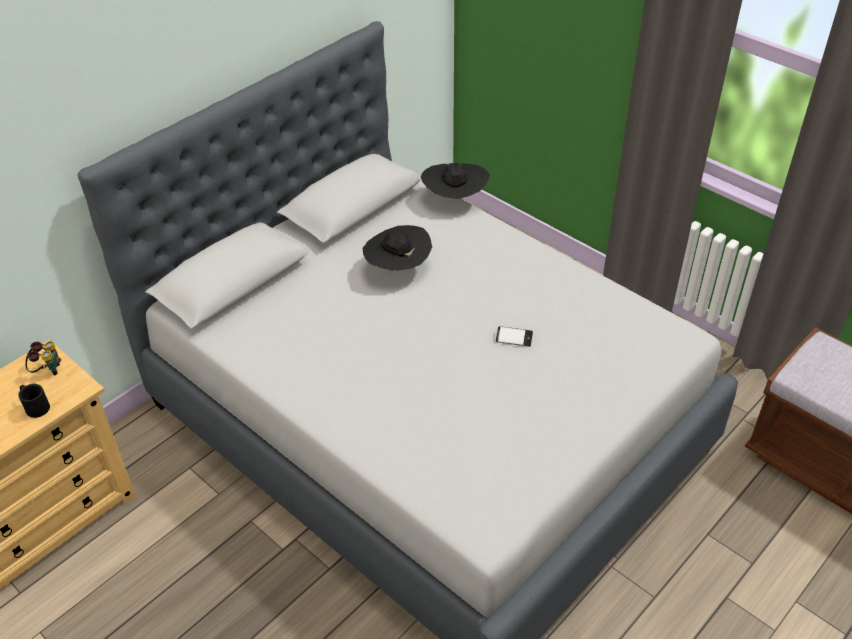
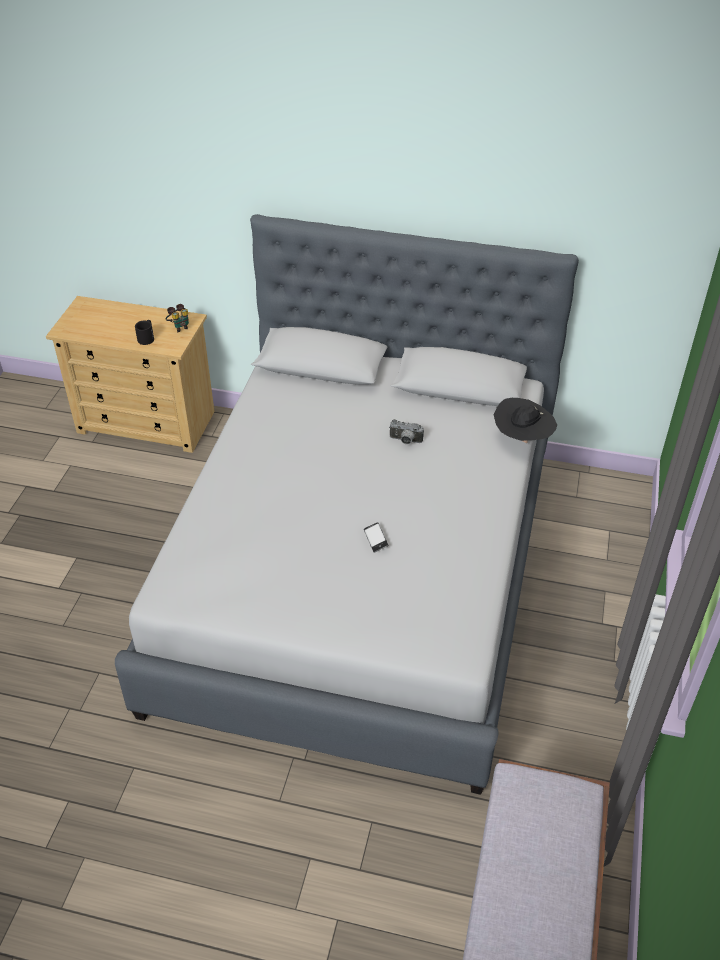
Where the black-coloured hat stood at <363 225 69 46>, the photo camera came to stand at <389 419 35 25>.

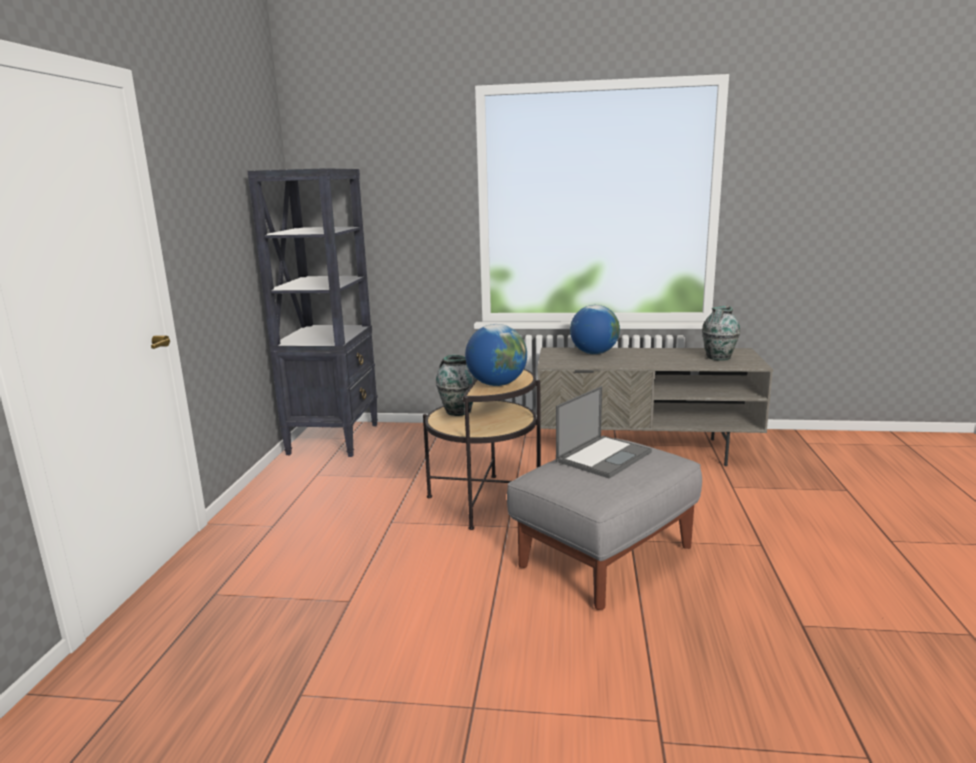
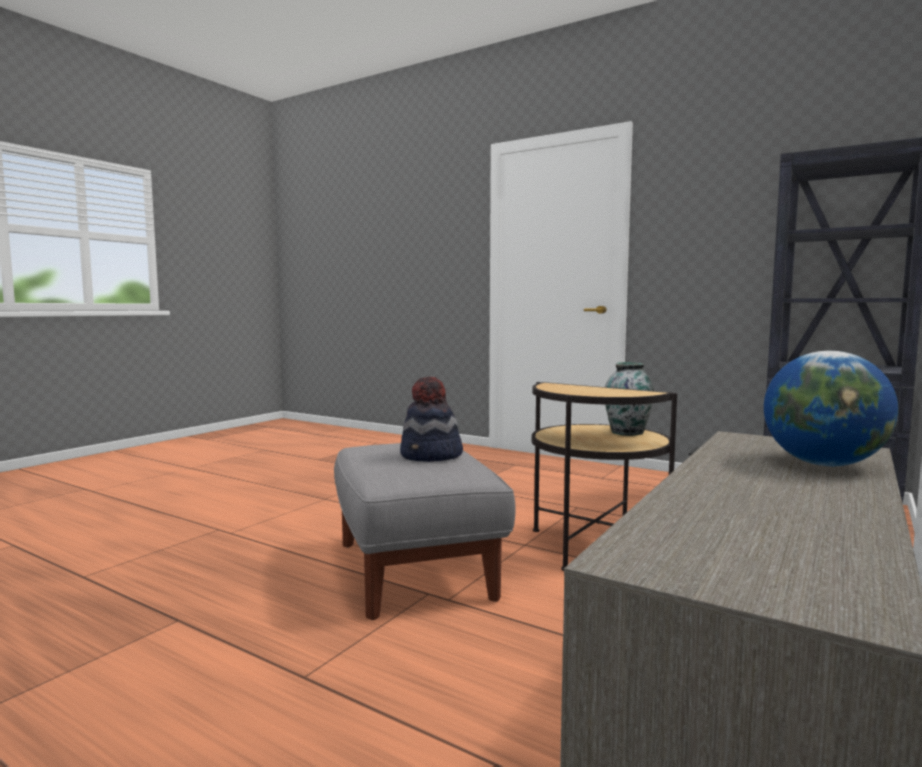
Where the notebook computer stood at <556 386 96 93>, the hat came to stand at <400 377 63 85>. The second view lost the desk globe at <465 324 62 62>. The second view lost the decorative vase at <702 306 38 55>.

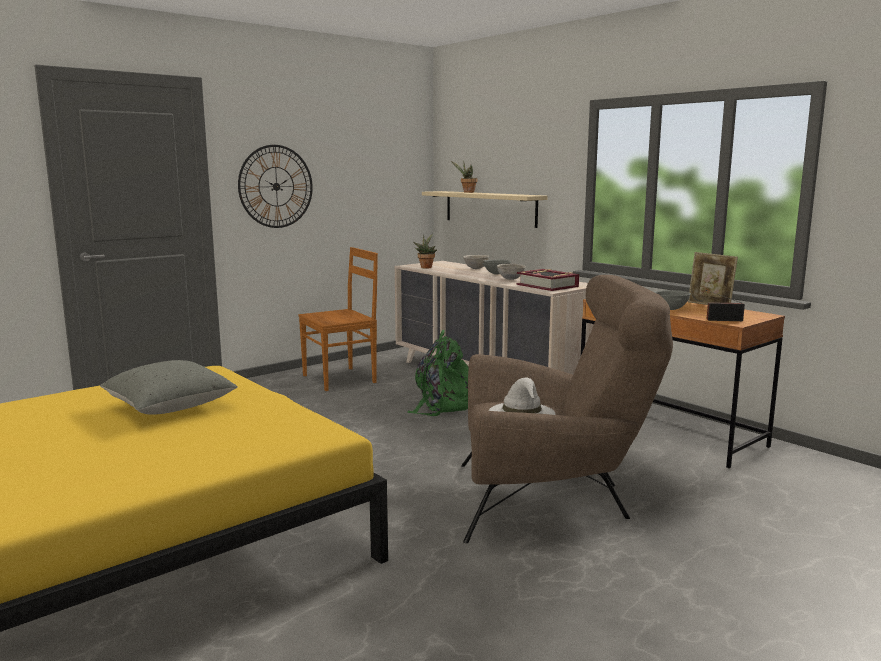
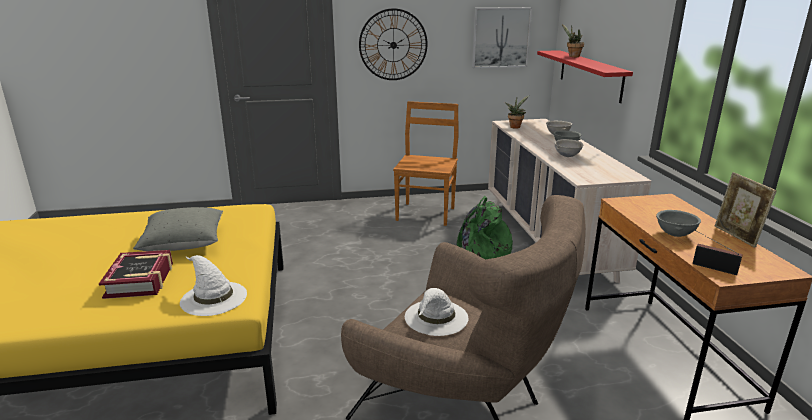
The book ended up elsewhere, having gone from <517 269 62 22> to <99 250 74 49>. The second view gained the whitish hat at <180 255 67 61>. The brown plain chair at <298 247 80 144> ended up facing another way, 75 degrees counterclockwise from before. The second view gained the wall art at <472 7 60 61>. What was the sand-coloured bracket shelf at <422 191 125 37> turned into the reddish bracket shelf at <537 50 96 53>.

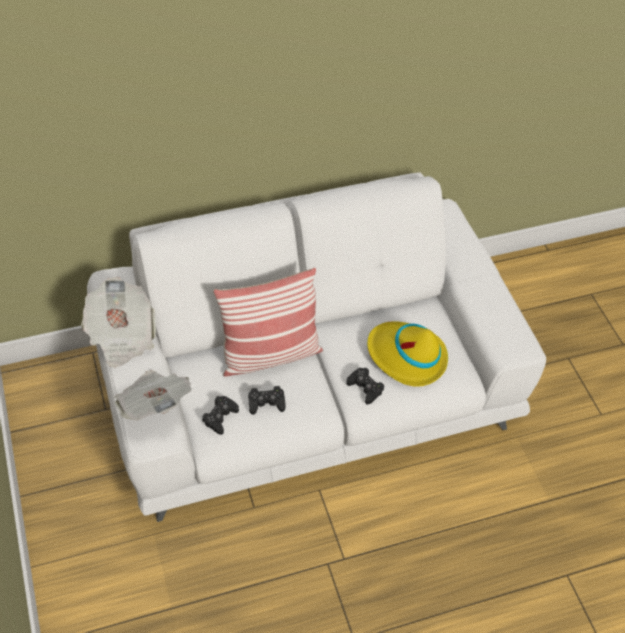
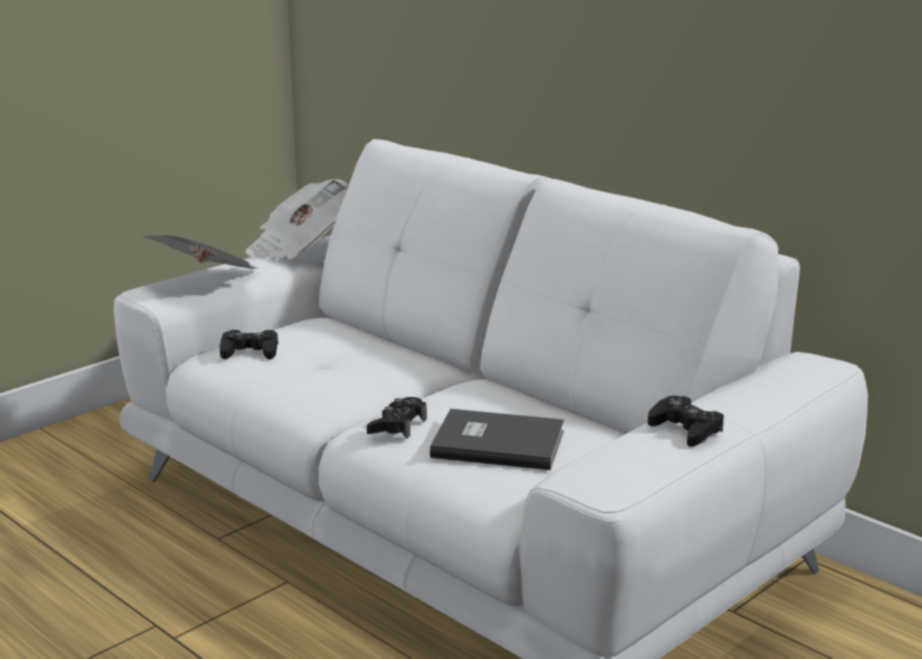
Where the yellowish hat stood at <367 321 81 66>, the gray book came to stand at <430 409 134 61>. The black-coloured gamepad ended up elsewhere, having gone from <248 386 38 29> to <648 396 76 51>. The second view lost the pillow at <213 268 110 109>.

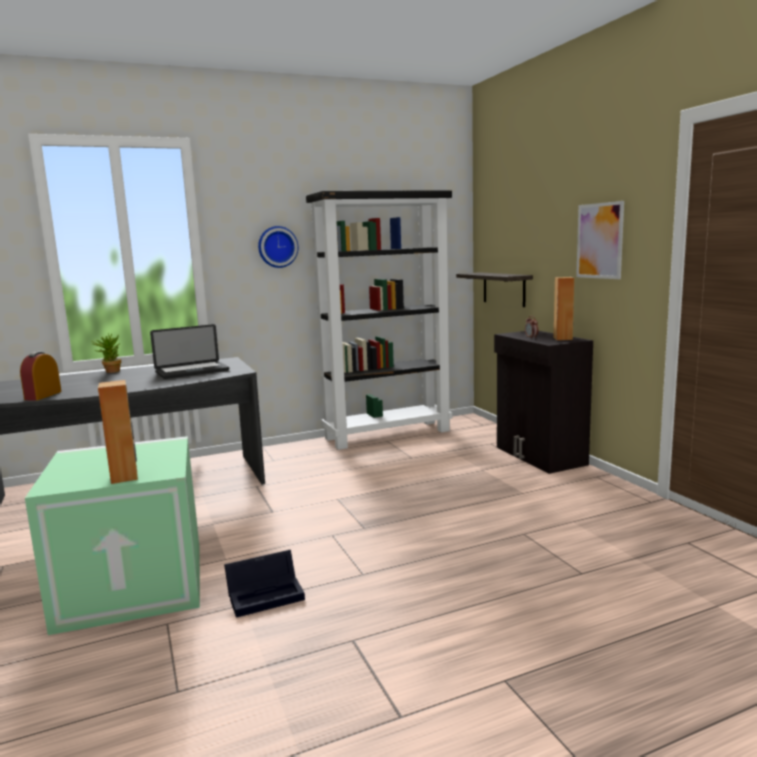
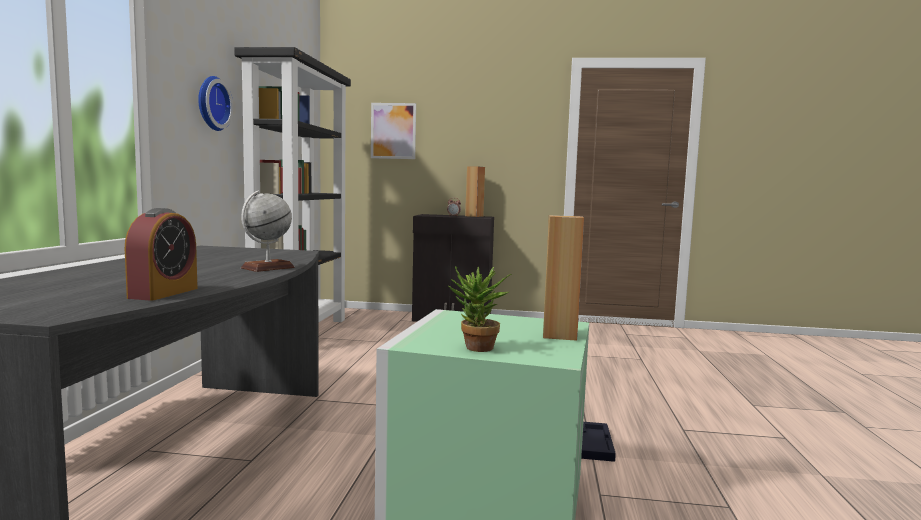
The bedside clock at <20 352 42 48> ended up facing another way, 120 degrees counterclockwise from before. The second view gained the desk globe at <241 191 54 81>. The wall art ended up elsewhere, having gone from <576 201 48 78> to <371 103 45 56>. The plant in a pot ended up elsewhere, having gone from <91 333 30 40> to <448 266 63 86>. The second view lost the notebook computer at <150 324 79 55>. The second view lost the bracket shelf at <456 272 77 35>.

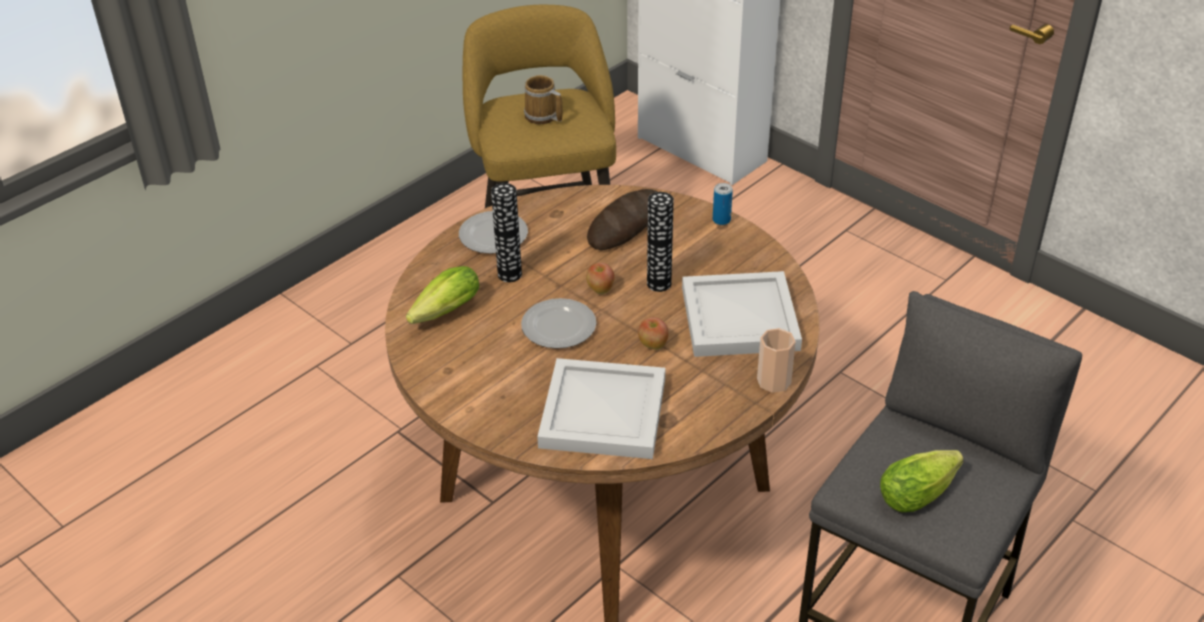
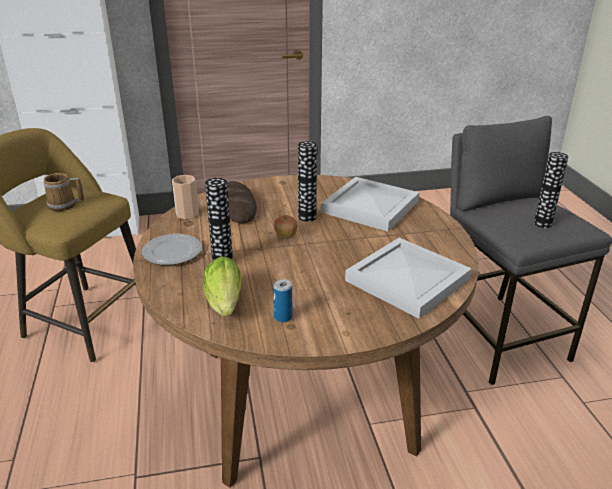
The cup ended up elsewhere, having gone from <757 328 39 65> to <172 175 27 44>. The can ended up elsewhere, having gone from <713 183 20 42> to <273 279 20 43>. Where the lettuce head stood at <880 450 83 62>, the decorative vase came to stand at <534 152 34 76>. The second view lost the flat dish at <521 298 75 51>. The second view lost the apple at <638 317 31 33>.

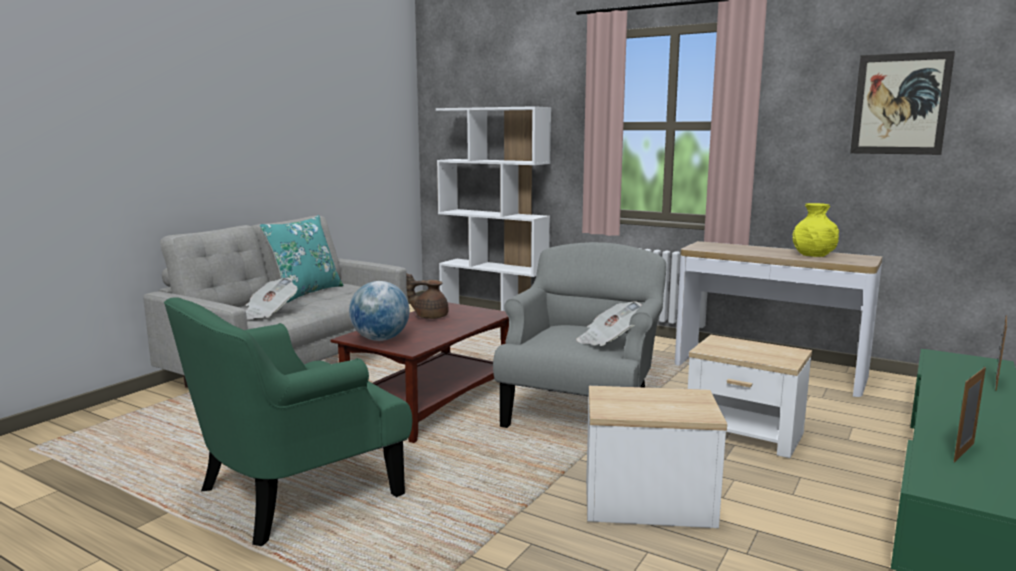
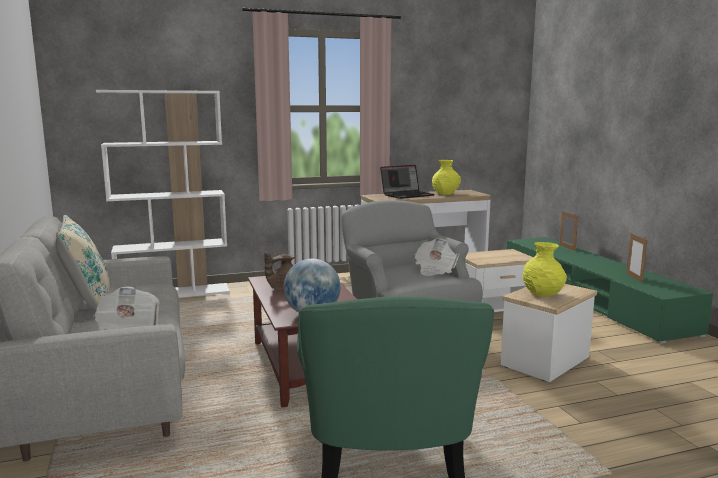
What was the turquoise-coloured pillow at <259 215 84 88> turned into the sand-coloured pillow at <56 215 54 95>. The second view gained the notebook computer at <380 165 55 34>. The second view gained the yellowish decorative vase at <523 242 44 55>. The second view lost the wall art at <850 51 105 104>.

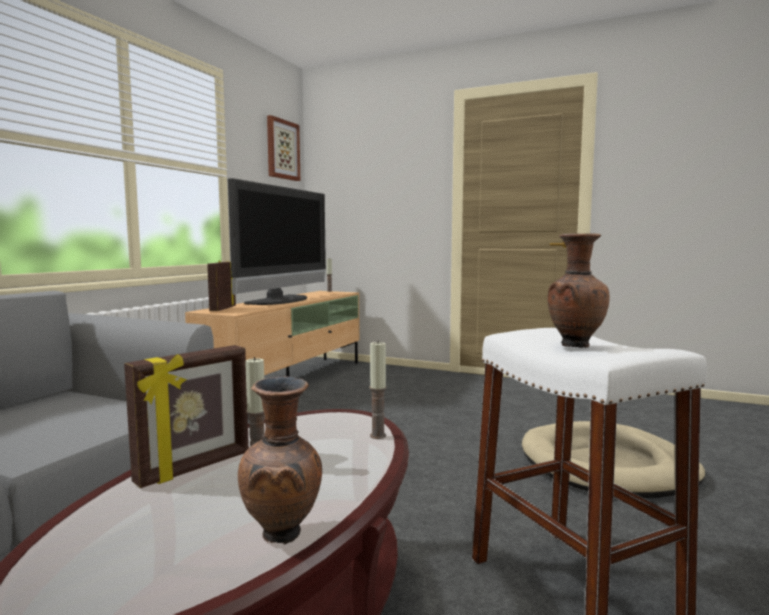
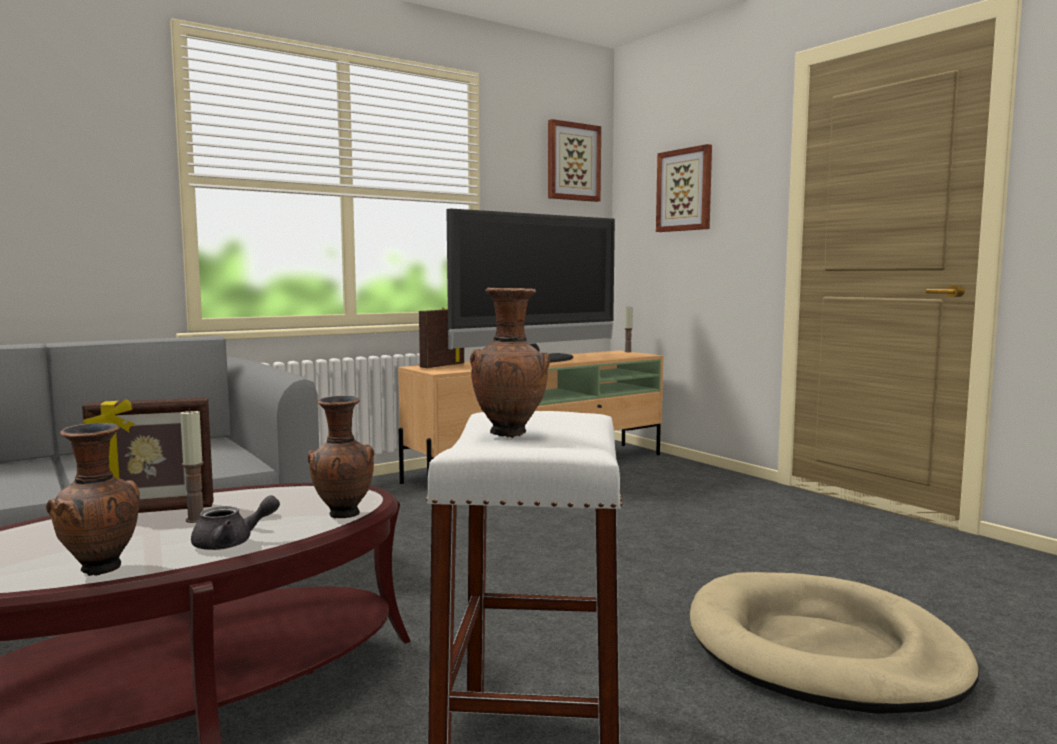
The second view gained the gray tea pot at <191 495 89 55>. Where the wax candle stood at <370 340 17 99>, the brown decorative vase came to stand at <308 396 66 122>. The second view gained the wall art at <656 144 56 88>.

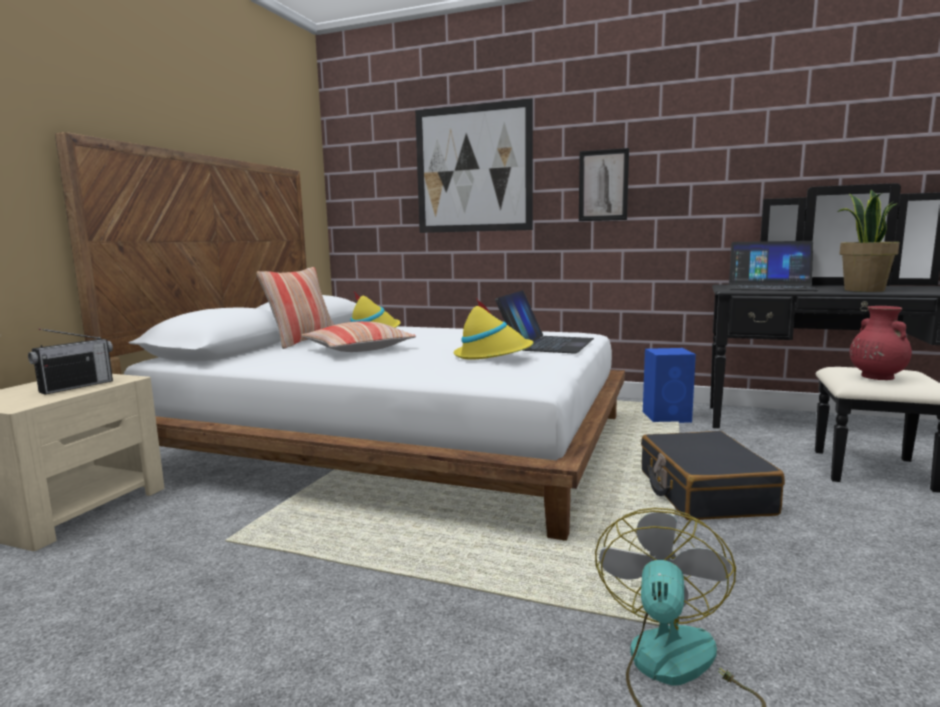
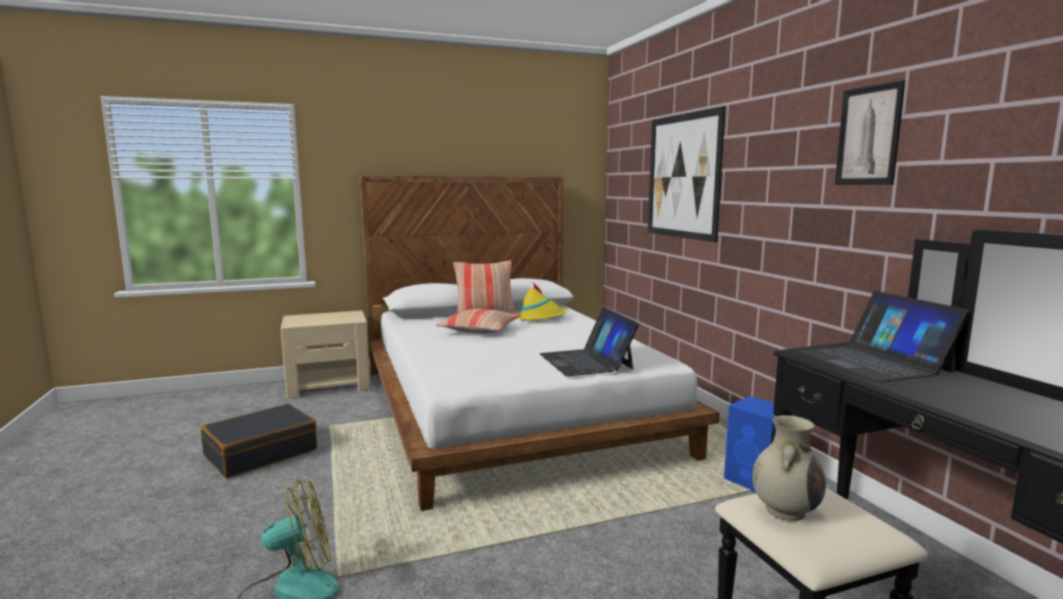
The black-coloured travel case ended up elsewhere, having gone from <641 431 144 89> to <201 404 116 74>. The notebook computer at <495 290 99 64> ended up facing another way, 90 degrees clockwise from before. What was the reddish decorative vase at <850 306 62 74> turned into the sand-coloured decorative vase at <752 415 74 106>. The wall art ended up elsewhere, having gone from <579 148 50 73> to <835 80 70 105>. The second view lost the radio set at <28 329 85 65>. The second view lost the yellowish hat at <454 298 79 62>. The second view lost the plant in a pot at <837 190 63 102>.

